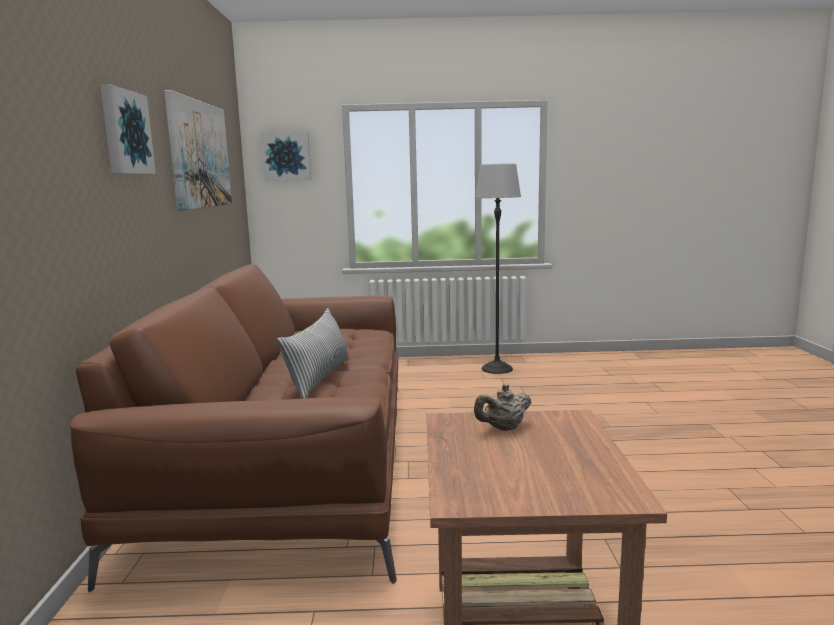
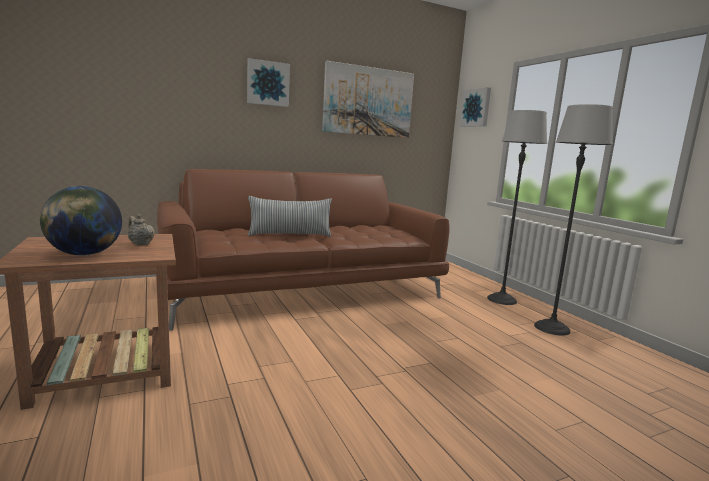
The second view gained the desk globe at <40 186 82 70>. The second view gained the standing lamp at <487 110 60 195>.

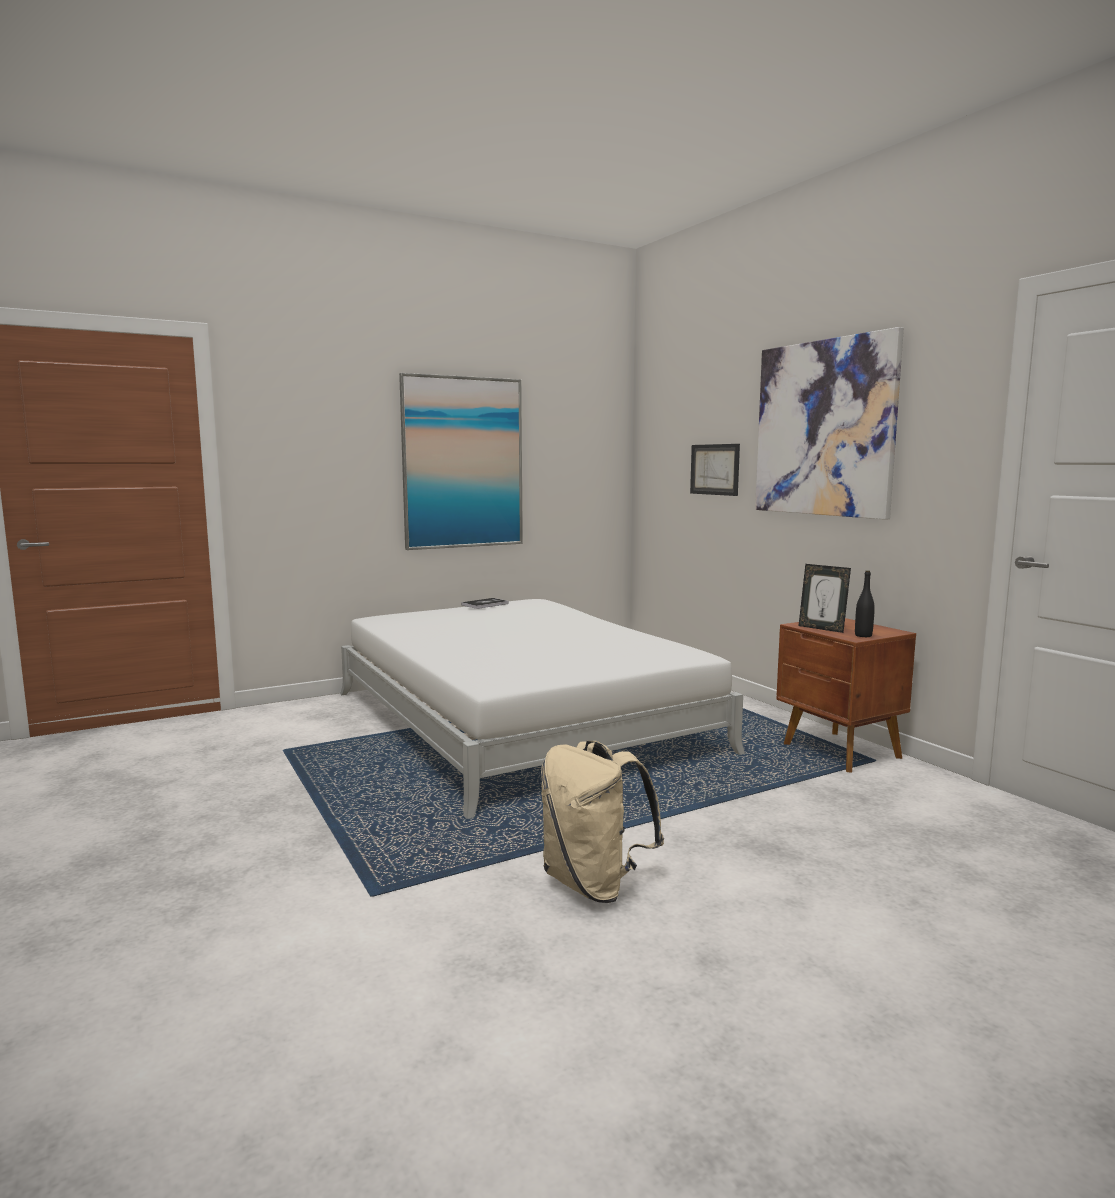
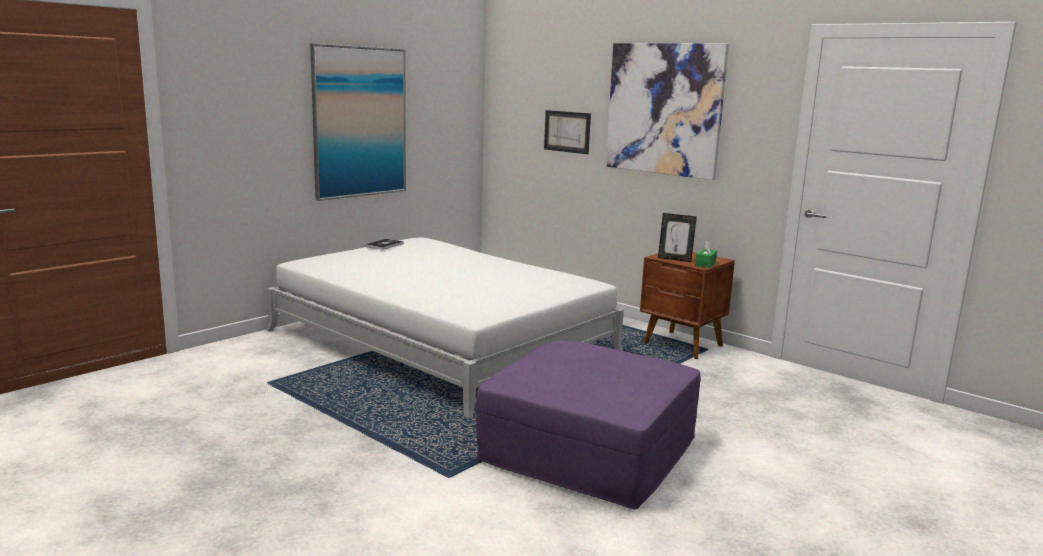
Where the sand-coloured knapsack stood at <541 741 123 162>, the purple-coloured footrest came to stand at <476 340 224 169>. Where the black-coloured beverage bottle stood at <855 570 20 67>, the greenish box of tissues came to stand at <695 240 22 28>.

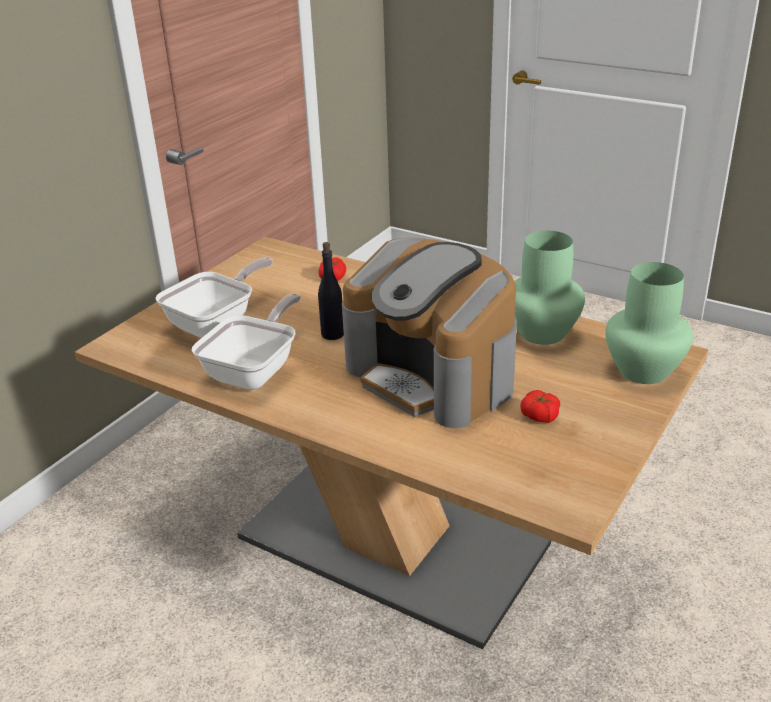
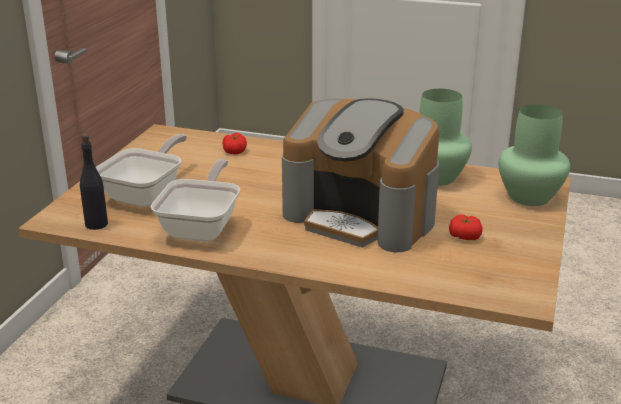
The black-coloured beverage bottle ended up elsewhere, having gone from <318 242 26 98> to <80 134 28 96>.

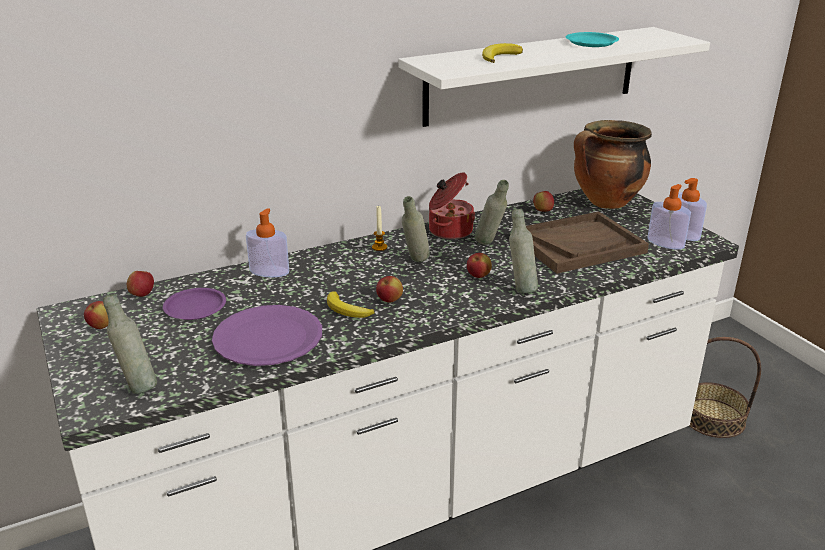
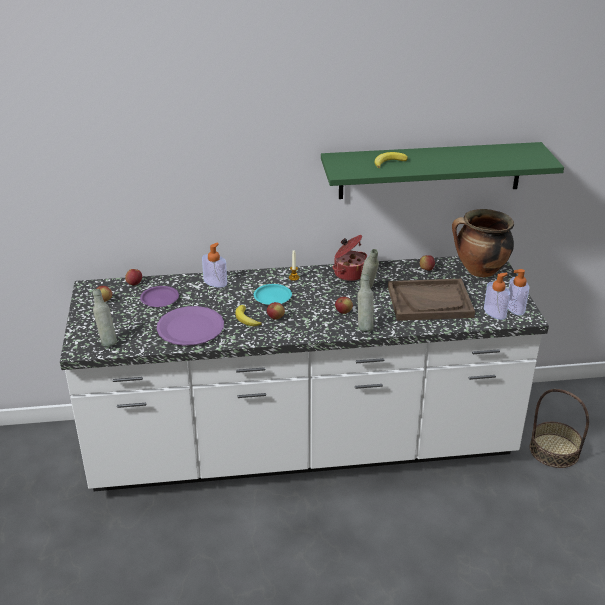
The turquoise-coloured flat dish ended up elsewhere, having gone from <566 32 53 15> to <254 284 38 21>. What was the whitish bracket shelf at <398 27 312 100> turned into the greenish bracket shelf at <321 142 243 57>. The second view lost the gray beverage bottle at <402 196 28 66>.

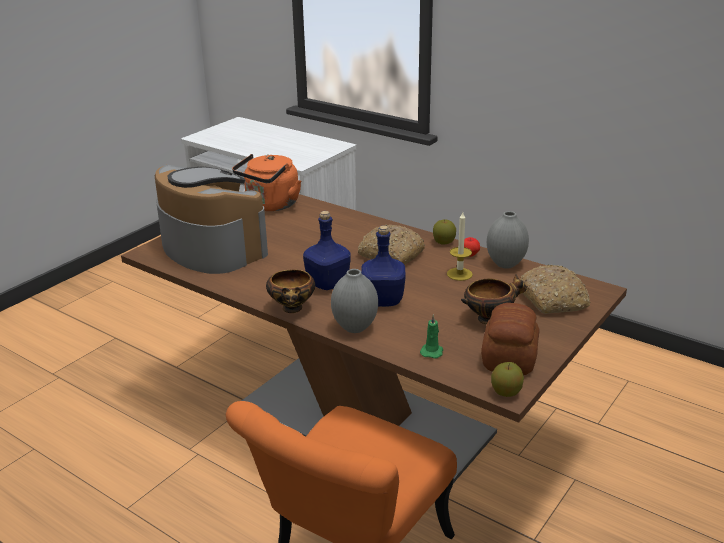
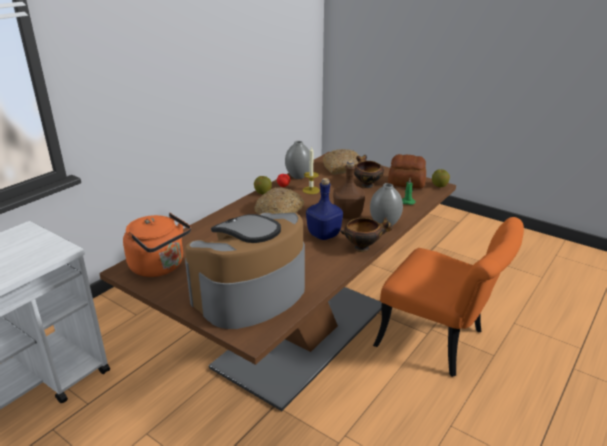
What was the bluish beverage bottle at <361 225 45 82> turned into the brown beverage bottle at <333 161 32 58>.

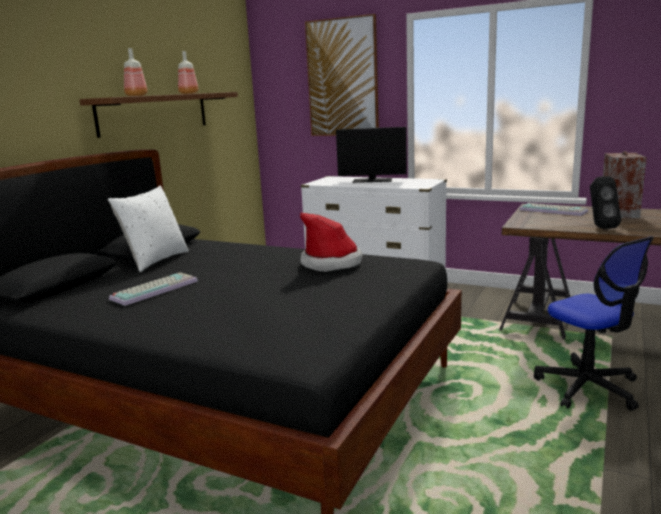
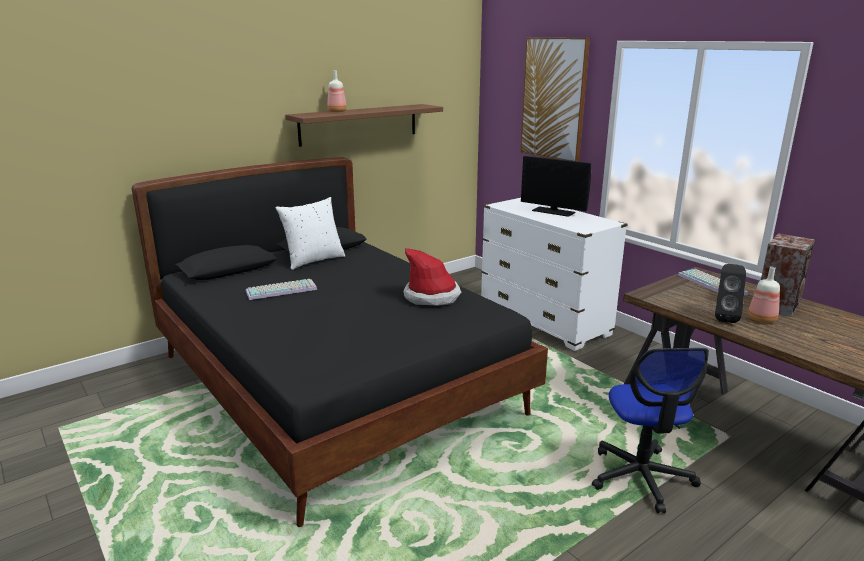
The beverage bottle ended up elsewhere, having gone from <178 51 20 43> to <748 267 32 56>.

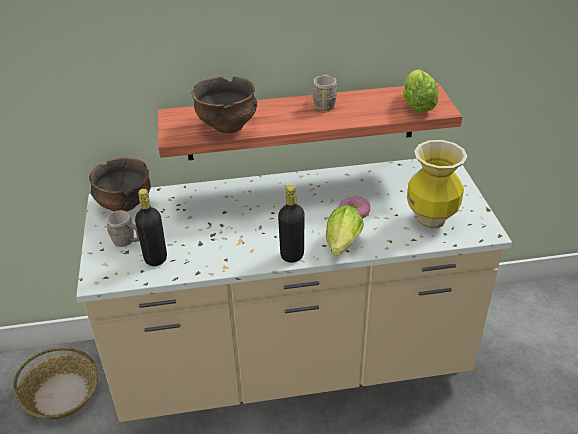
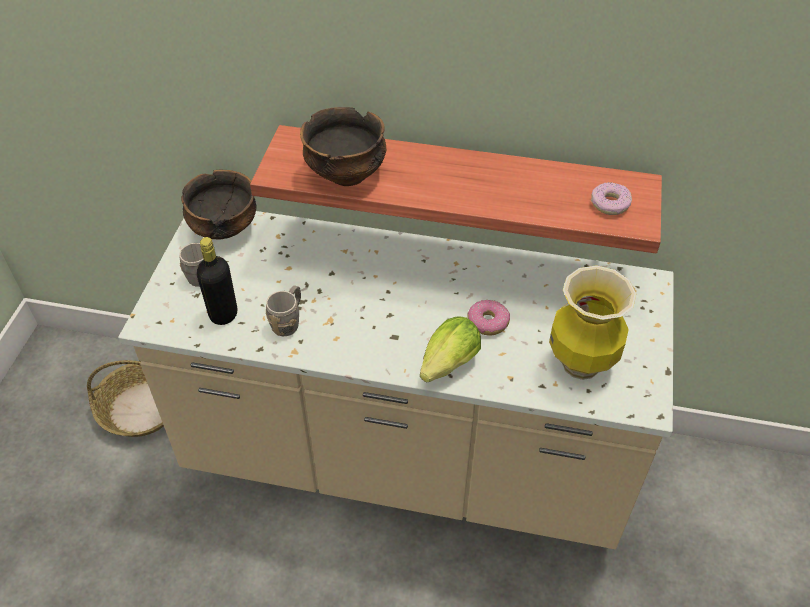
The gray coffee mug ended up elsewhere, having gone from <312 74 25 37> to <265 285 36 51>. Where the lettuce head stood at <403 69 36 43>, the doughnut came to stand at <591 182 41 33>. The second view lost the black-coloured beverage bottle at <278 185 27 78>.

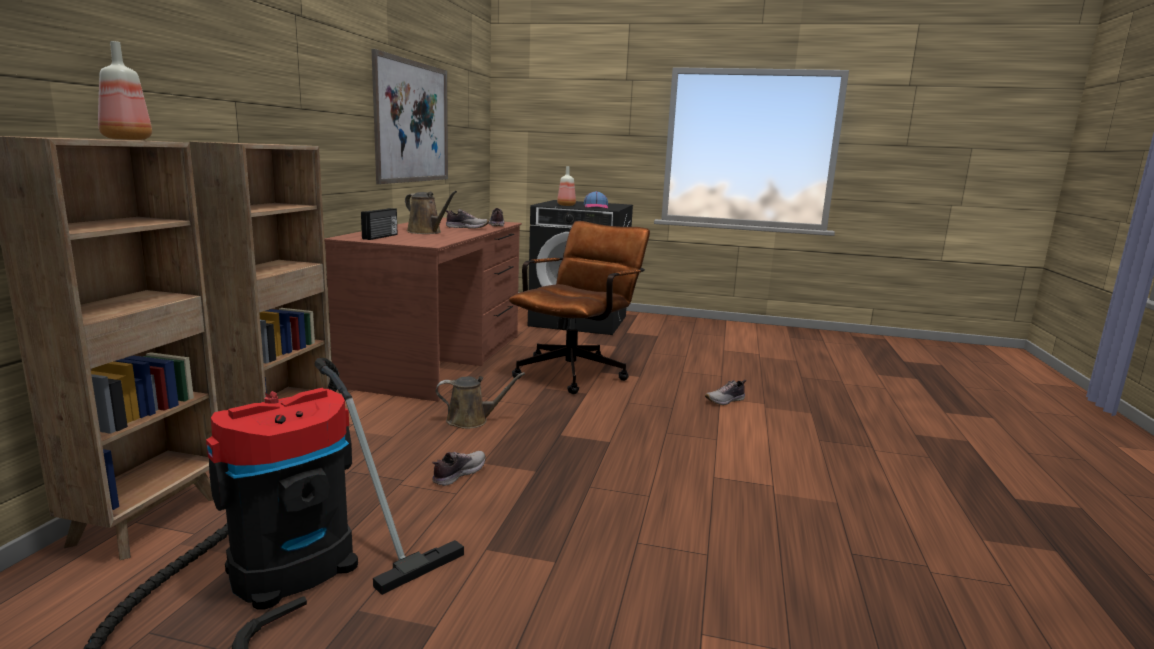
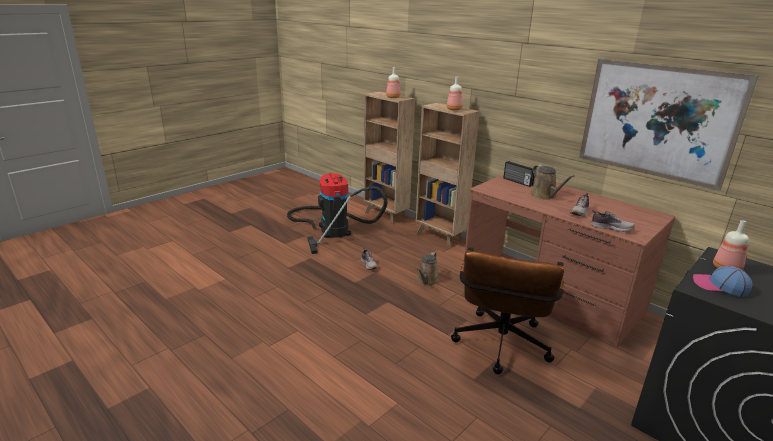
The second view gained the beverage bottle at <447 76 16 35>. The brown office chair at <509 221 141 173> ended up facing another way, 45 degrees clockwise from before. The brown watering can at <405 191 52 43> ended up facing another way, 90 degrees counterclockwise from before. The second view lost the item of footwear at <705 380 41 25>.

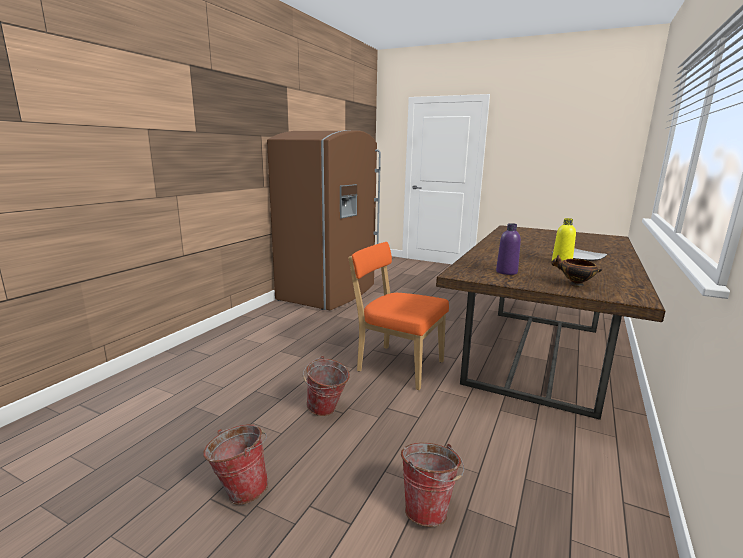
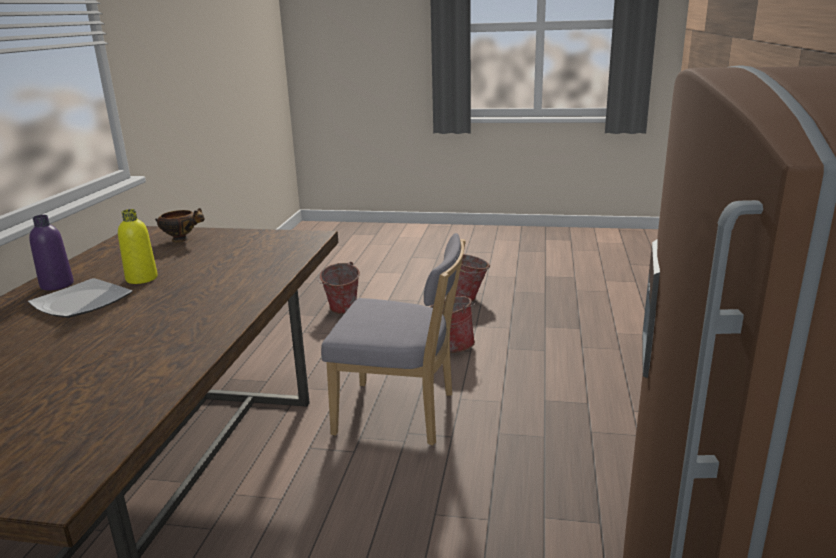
The purple-coloured beverage bottle ended up elsewhere, having gone from <496 223 25 52> to <29 215 45 75>. What was the orangey plain chair at <348 242 101 148> turned into the gray plain chair at <321 233 145 212>.

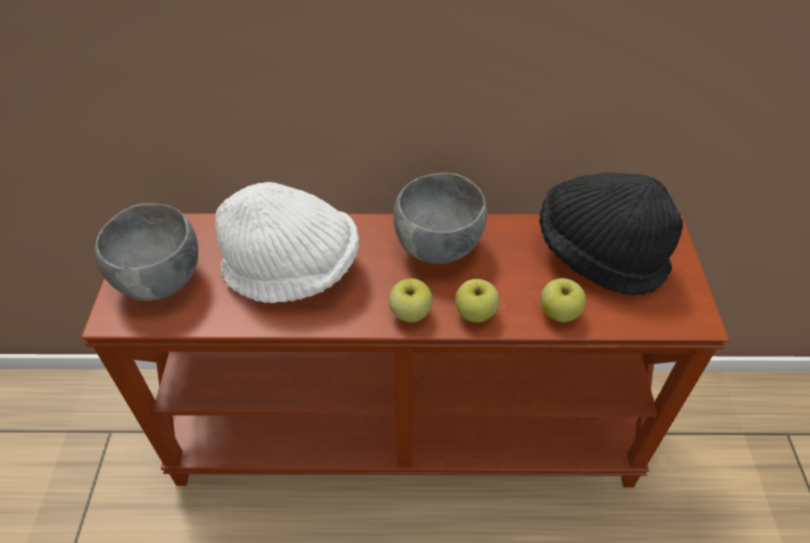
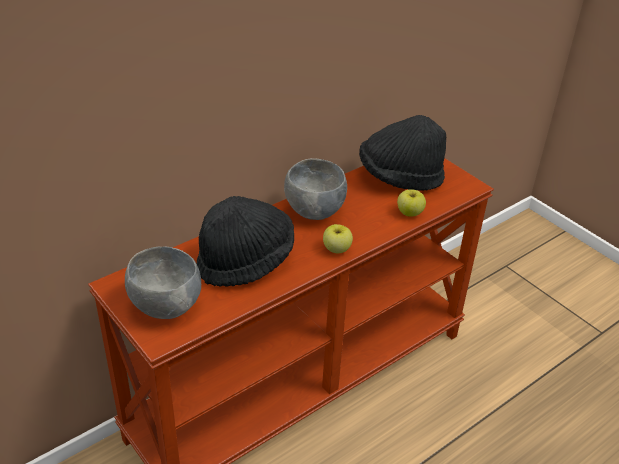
What was the whitish hat at <215 182 144 121> turned into the black-coloured hat at <196 196 98 91>. The second view lost the apple at <455 279 44 44>.

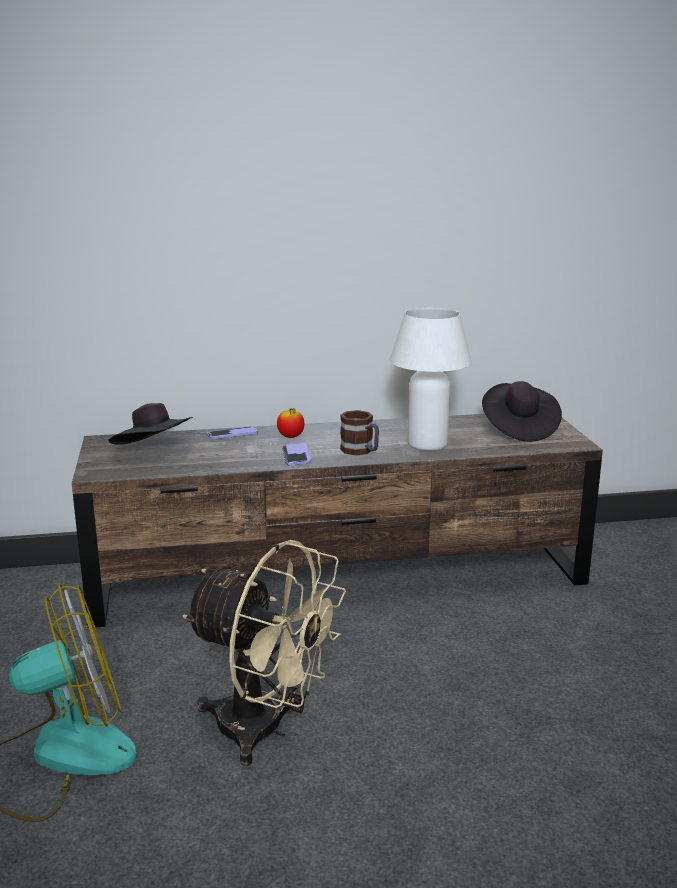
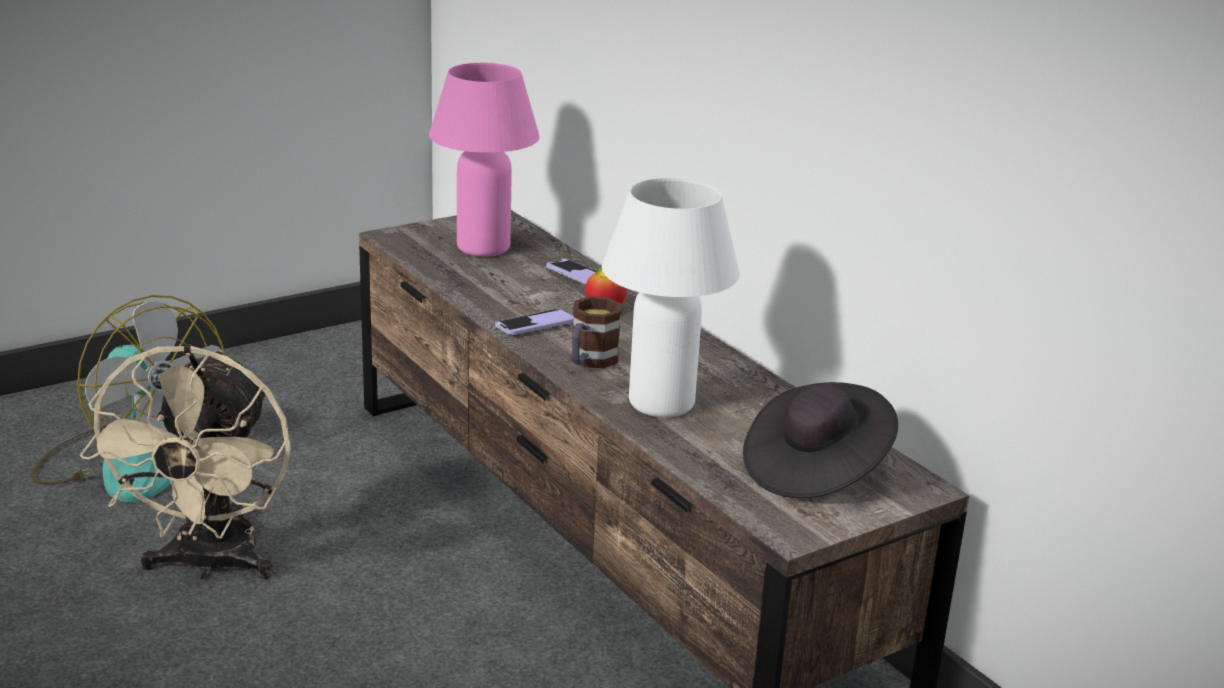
Where the black-coloured hat stood at <109 403 84 42>, the pink table lamp came to stand at <429 63 111 194>.

